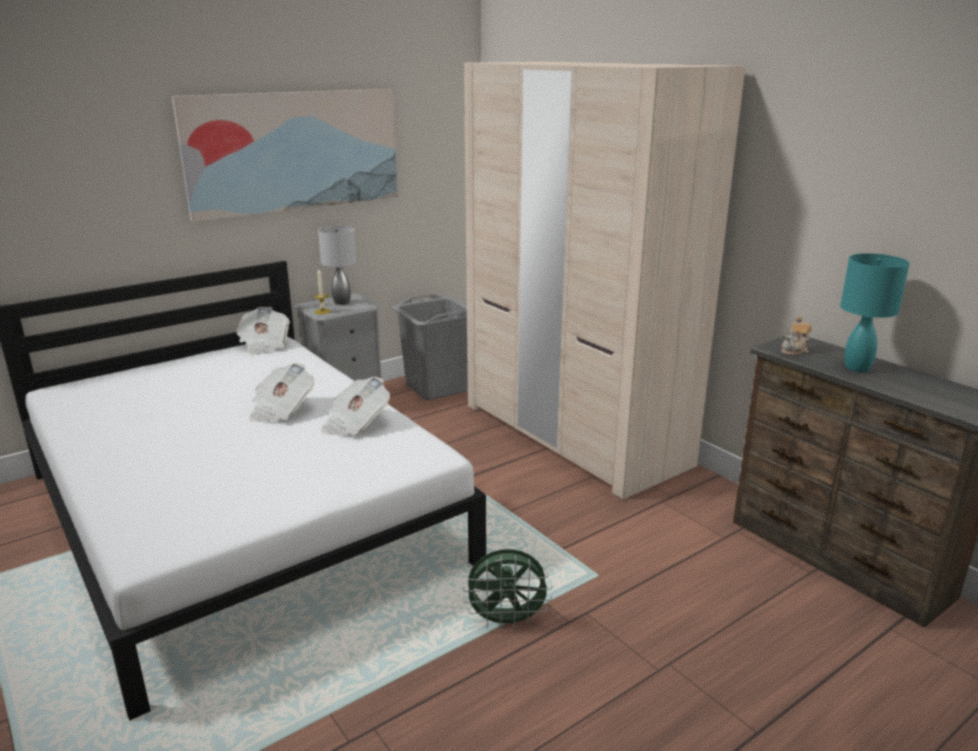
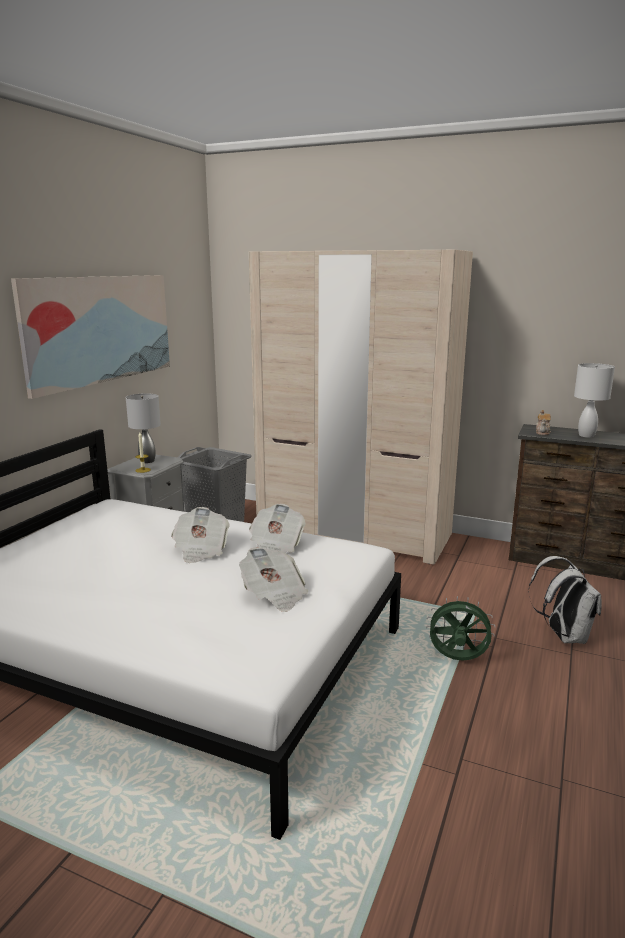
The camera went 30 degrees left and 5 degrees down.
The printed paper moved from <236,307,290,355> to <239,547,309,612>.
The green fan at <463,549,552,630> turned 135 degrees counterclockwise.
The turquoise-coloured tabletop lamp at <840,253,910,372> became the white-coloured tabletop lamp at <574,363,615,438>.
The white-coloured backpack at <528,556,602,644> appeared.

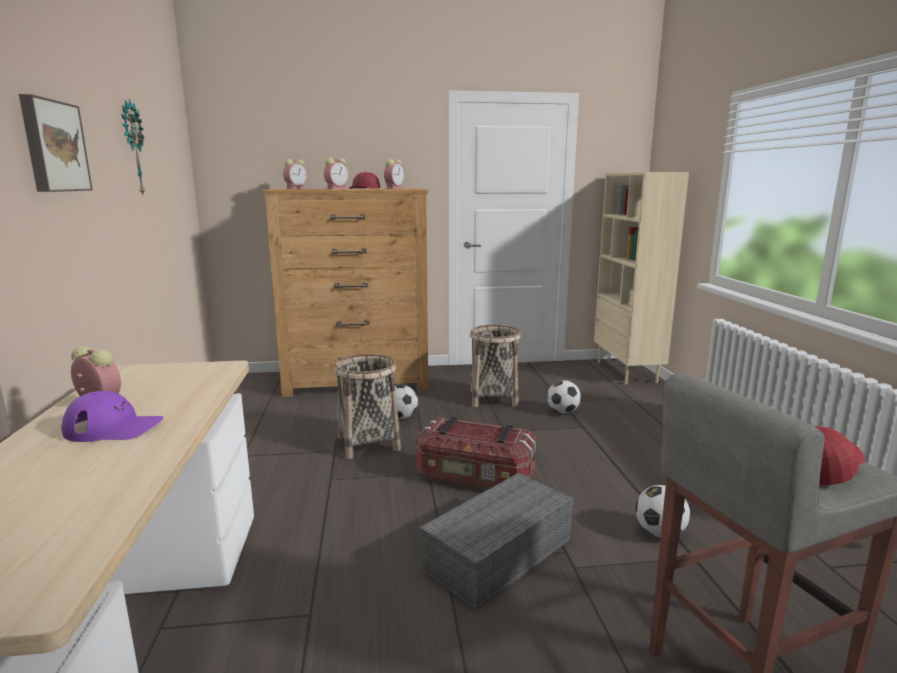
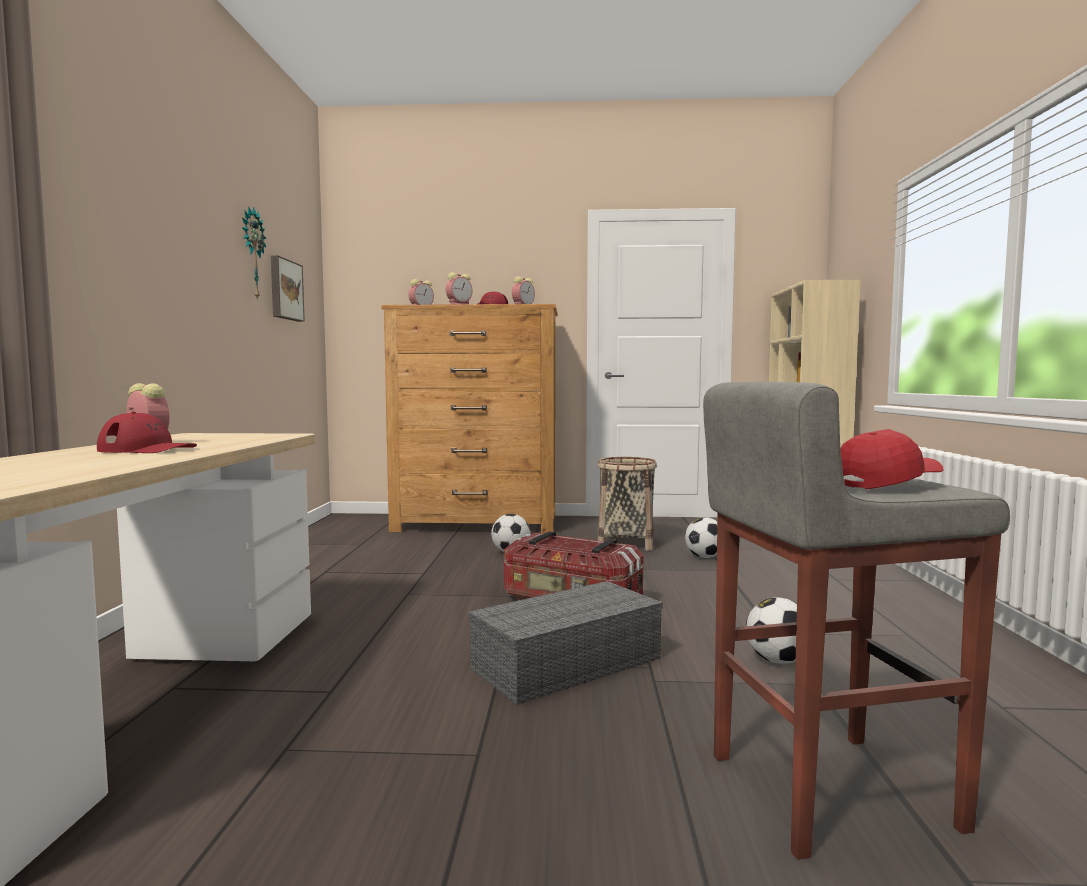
The camera went 10 degrees right and 10 degrees down.
The wall art moved from <19,94,93,192> to <271,255,305,322>.
The purplish baseball cap at <61,391,164,442> became the reddish baseball cap at <97,412,197,453>.
The storage basket at <334,354,401,459> disappeared.

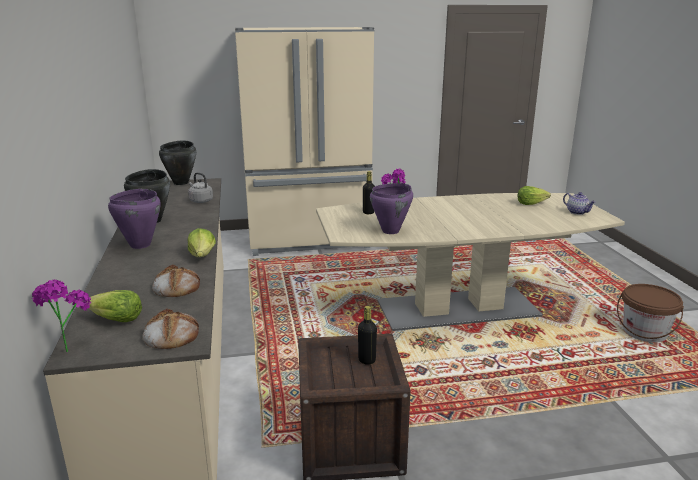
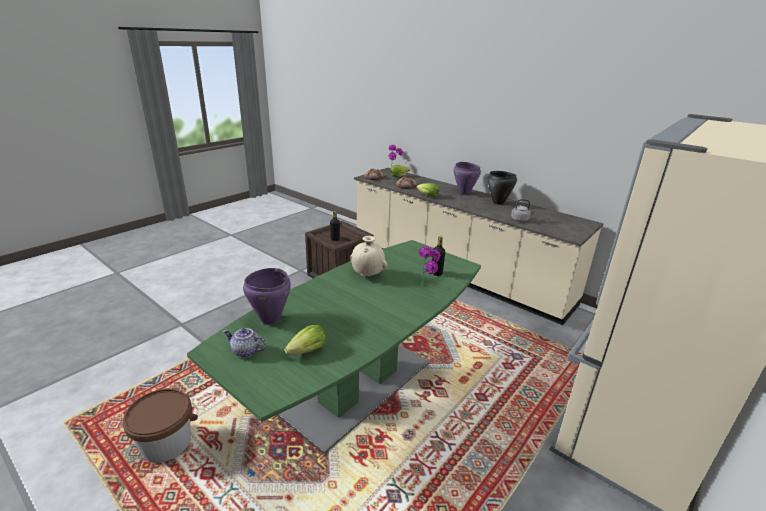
The camera went 140 degrees right and 5 degrees up.
The black-coloured cooking pot at <159,140,196,185> disappeared.
The beige kitchen table at <316,193,625,331> became the green kitchen table at <187,240,481,454>.
The purplish cooking pot moved from <370,183,413,234> to <243,268,291,325>.
The beige decorative vase at <350,236,387,276> appeared.

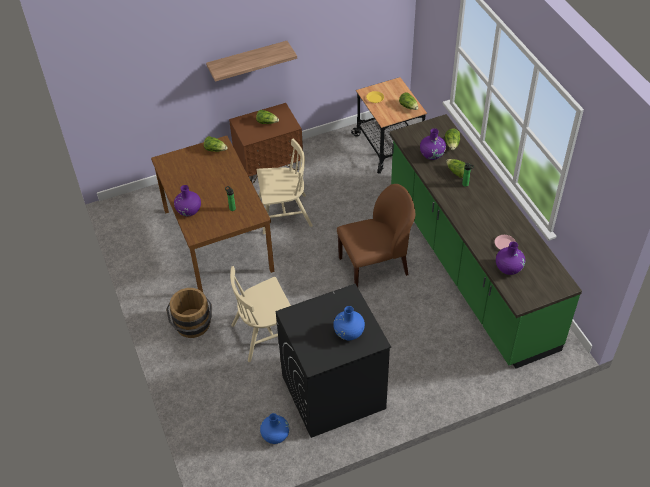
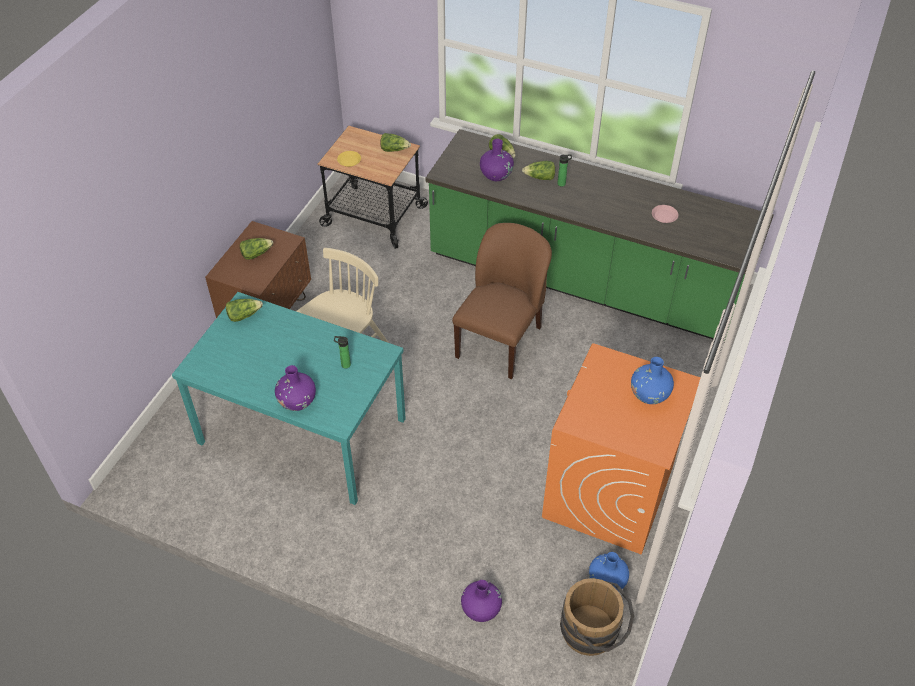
The camera went 45 degrees left and 0 degrees up.
The brown kitchen table at <151,136,274,292> became the turquoise-coloured kitchen table at <172,292,406,505>.
The brown pail moved from <166,288,212,338> to <560,578,634,656>.
The shelf at <206,41,297,82> disappeared.
The beige plain chair at <230,266,291,362> disappeared.
The black-coloured laundry machine at <276,284,391,438> became the orange-coloured laundry machine at <542,343,701,555>.
The purplish decorative vase moved from <496,242,525,275> to <461,580,502,622>.

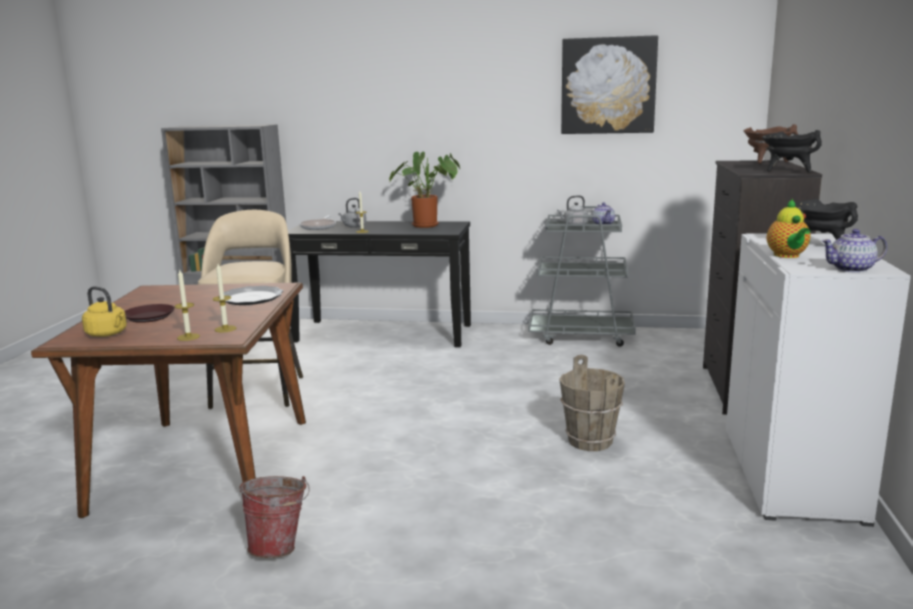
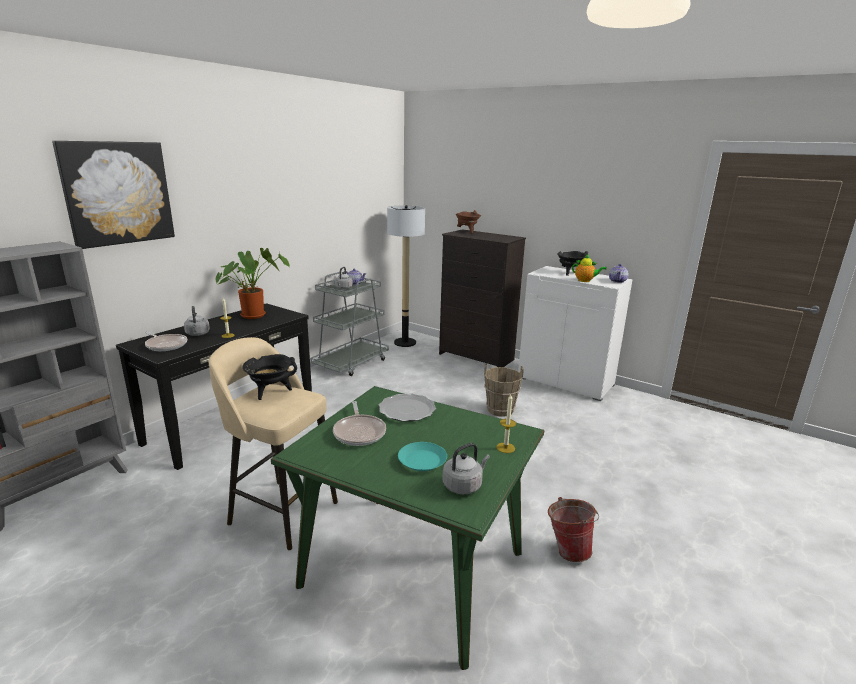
The camera went 65 degrees left and 5 degrees up.
The brown kitchen table at <31,283,306,518> became the green kitchen table at <271,386,544,670>.
The yellow water kettle at <82,286,127,337> became the gray water kettle at <442,443,490,494>.
The brown flat dish at <125,304,175,323> became the turquoise-coloured flat dish at <398,442,447,471>.
The candle at <213,264,236,332> disappeared.
The wall art moved from <561,35,658,134> to <52,141,175,249>.
The black-coloured cooking pot moved from <762,130,822,173> to <243,354,297,400>.
The frying pan at <333,401,386,446> appeared.
The floor lamp at <387,205,425,347> appeared.

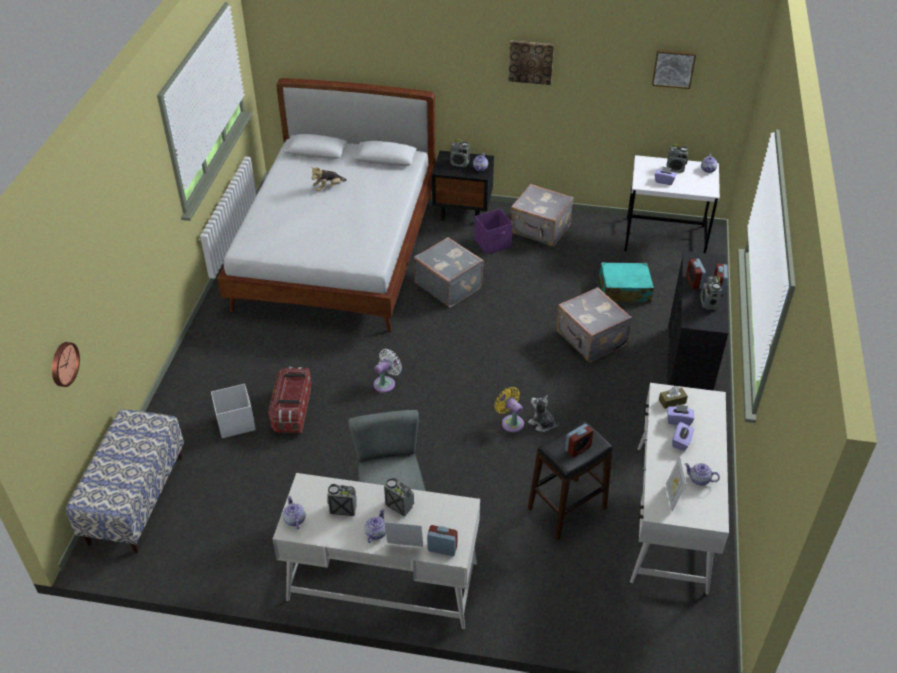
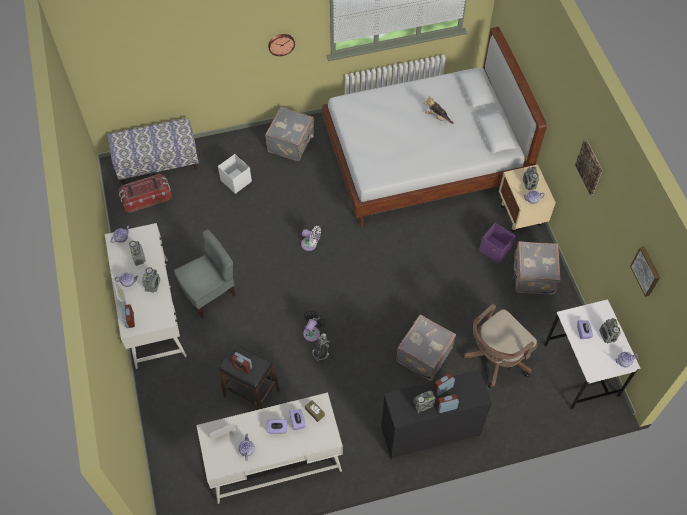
The camera went 65 degrees right and 15 degrees up.
The wall clock moved from <52,342,80,387> to <268,34,295,56>.
The storage box moved from <268,367,311,433> to <119,174,172,212>.
The gray suitcase moved from <414,237,484,308> to <265,107,314,161>.
The black-coloured bedside table at <432,151,494,221> became the beige bedside table at <499,165,556,232>.
The yellow fan at <495,387,524,433> became the black-coloured fan at <303,311,325,342>.
The turquoise-coloured suitcase at <597,262,654,302> was replaced by the brown office chair at <463,304,538,388>.

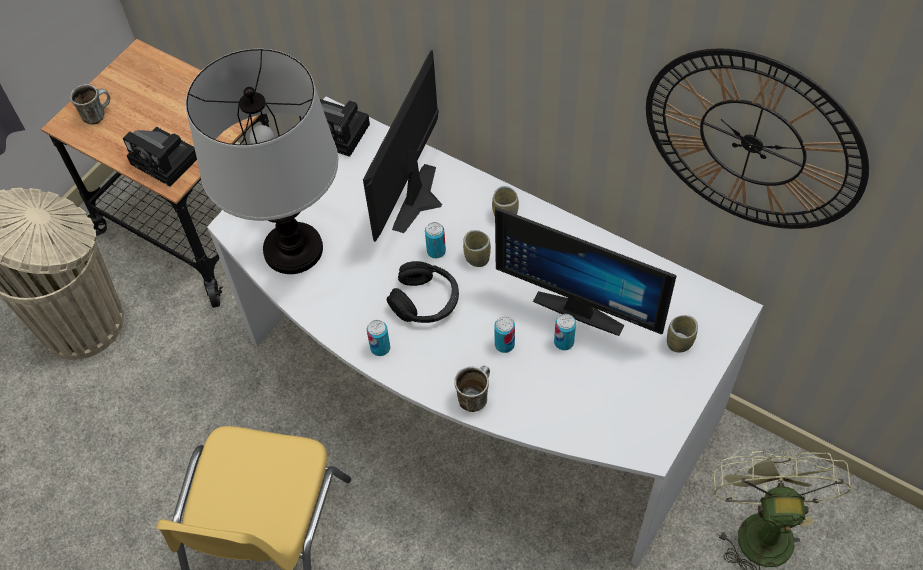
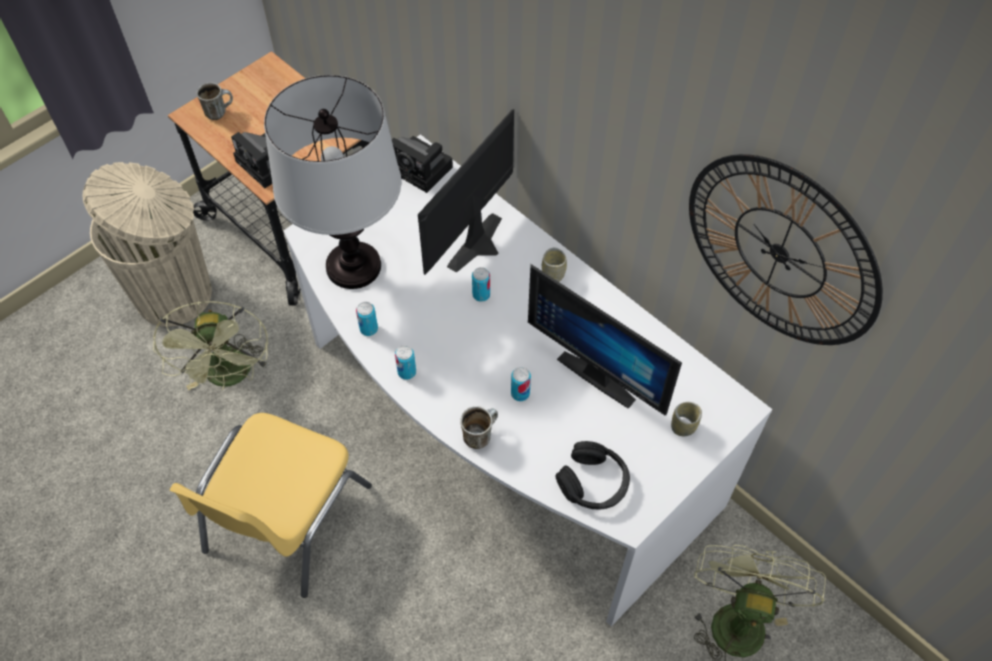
The camera went 10 degrees right and 0 degrees up.
The black-coloured headphones moved from <387,261,459,323> to <555,441,630,509>.
The cup at <463,230,491,267> disappeared.
The can moved from <554,314,576,350> to <356,302,378,336>.
The green fan at <153,301,269,390> appeared.

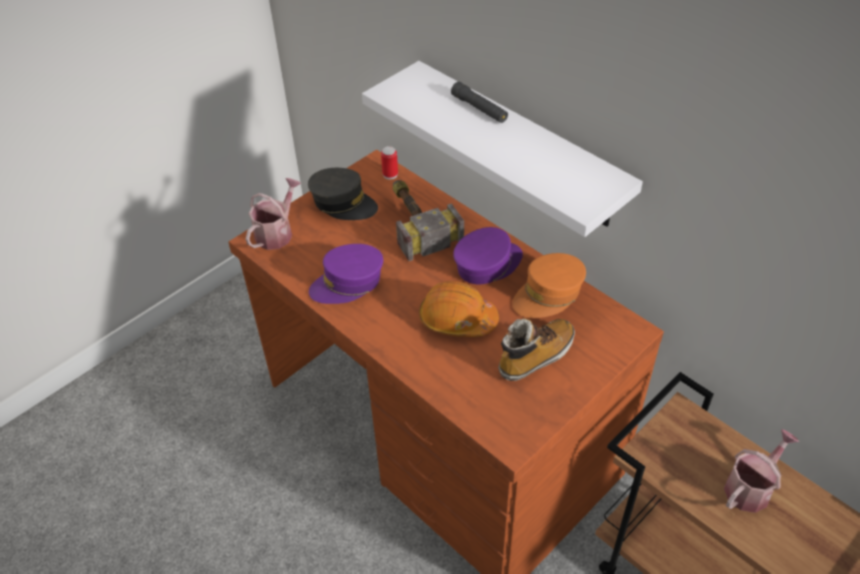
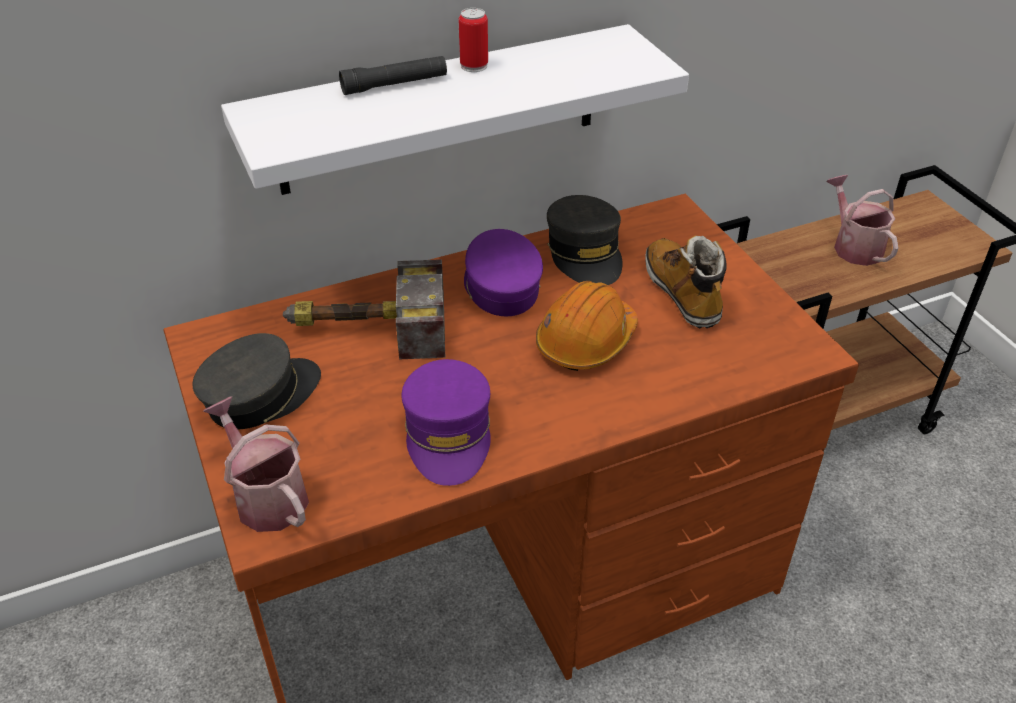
The camera went 70 degrees left and 5 degrees down.
The can moved from <381,146,398,179> to <459,8,488,72>.
The orange-coloured baseball cap at <512,253,586,318> became the gray baseball cap at <547,195,622,285>.

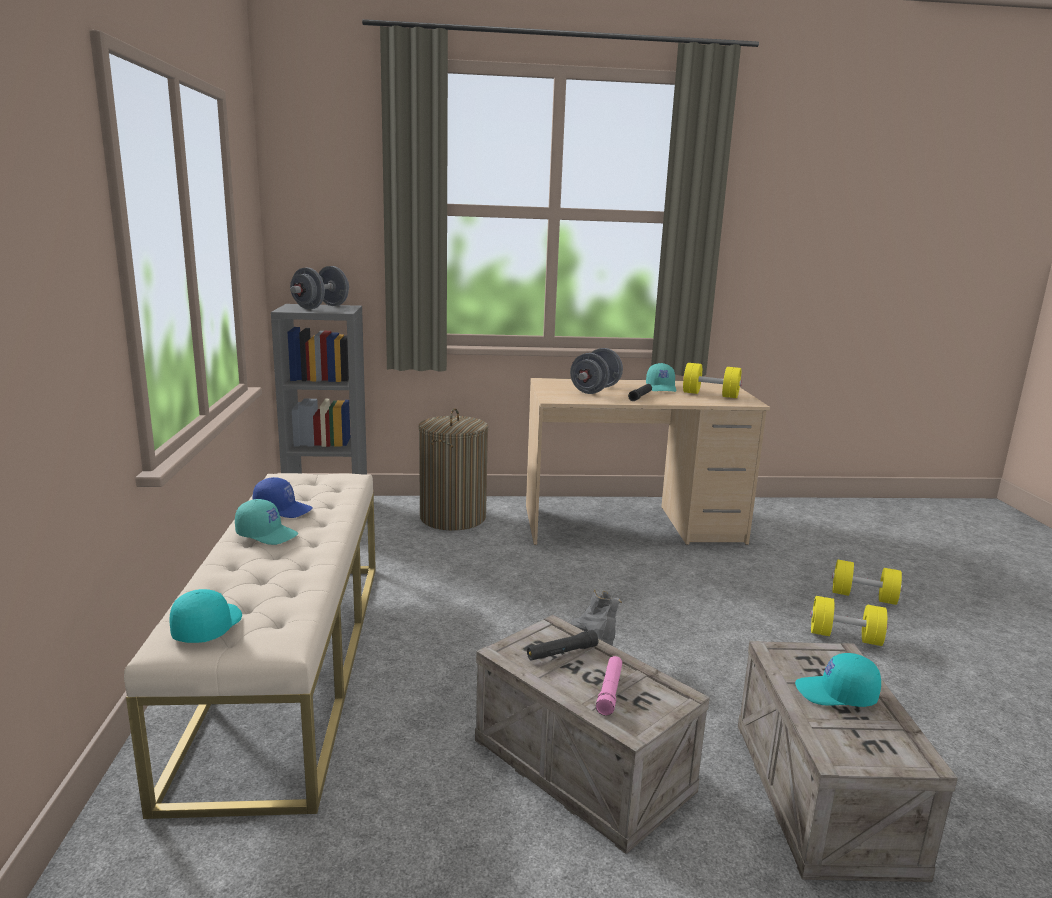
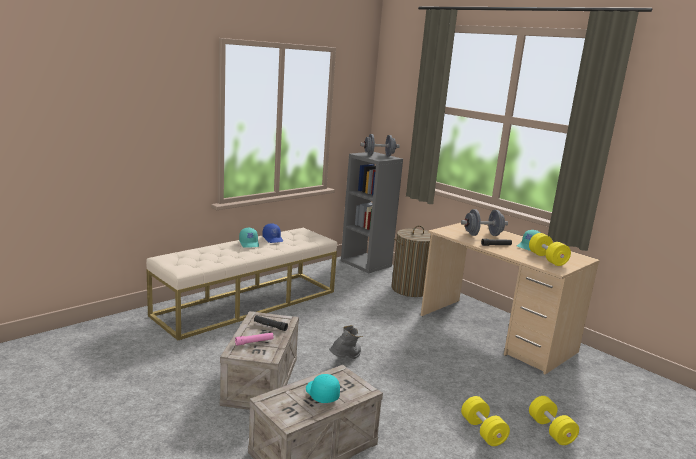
The camera went 50 degrees right and 0 degrees up.
The turquoise-coloured baseball cap at <169,589,242,643> disappeared.

